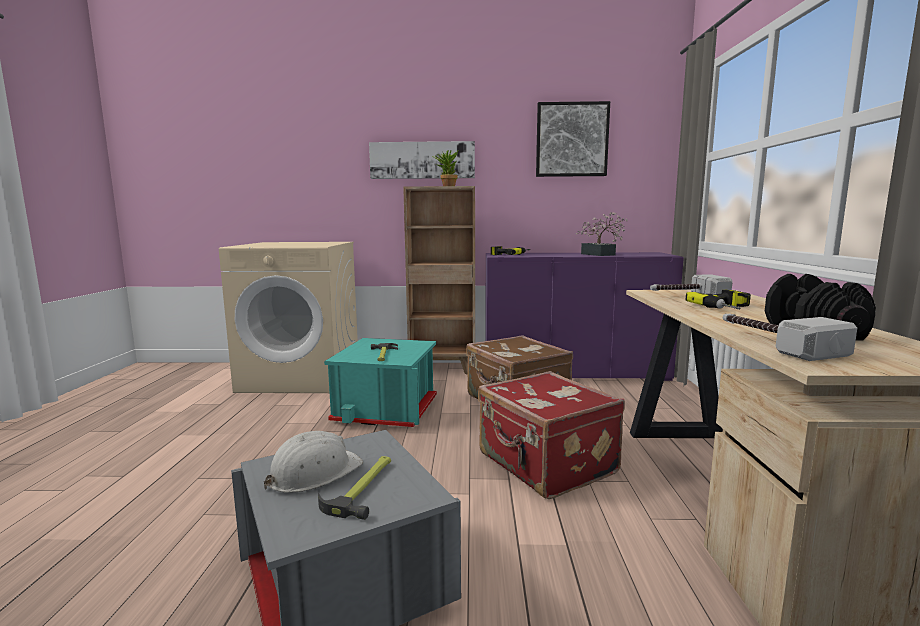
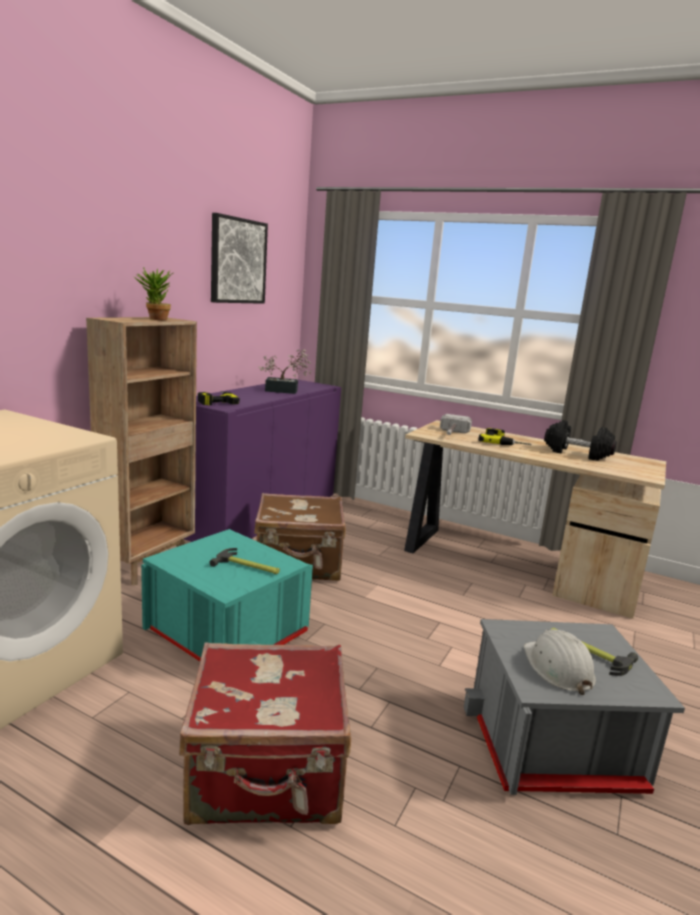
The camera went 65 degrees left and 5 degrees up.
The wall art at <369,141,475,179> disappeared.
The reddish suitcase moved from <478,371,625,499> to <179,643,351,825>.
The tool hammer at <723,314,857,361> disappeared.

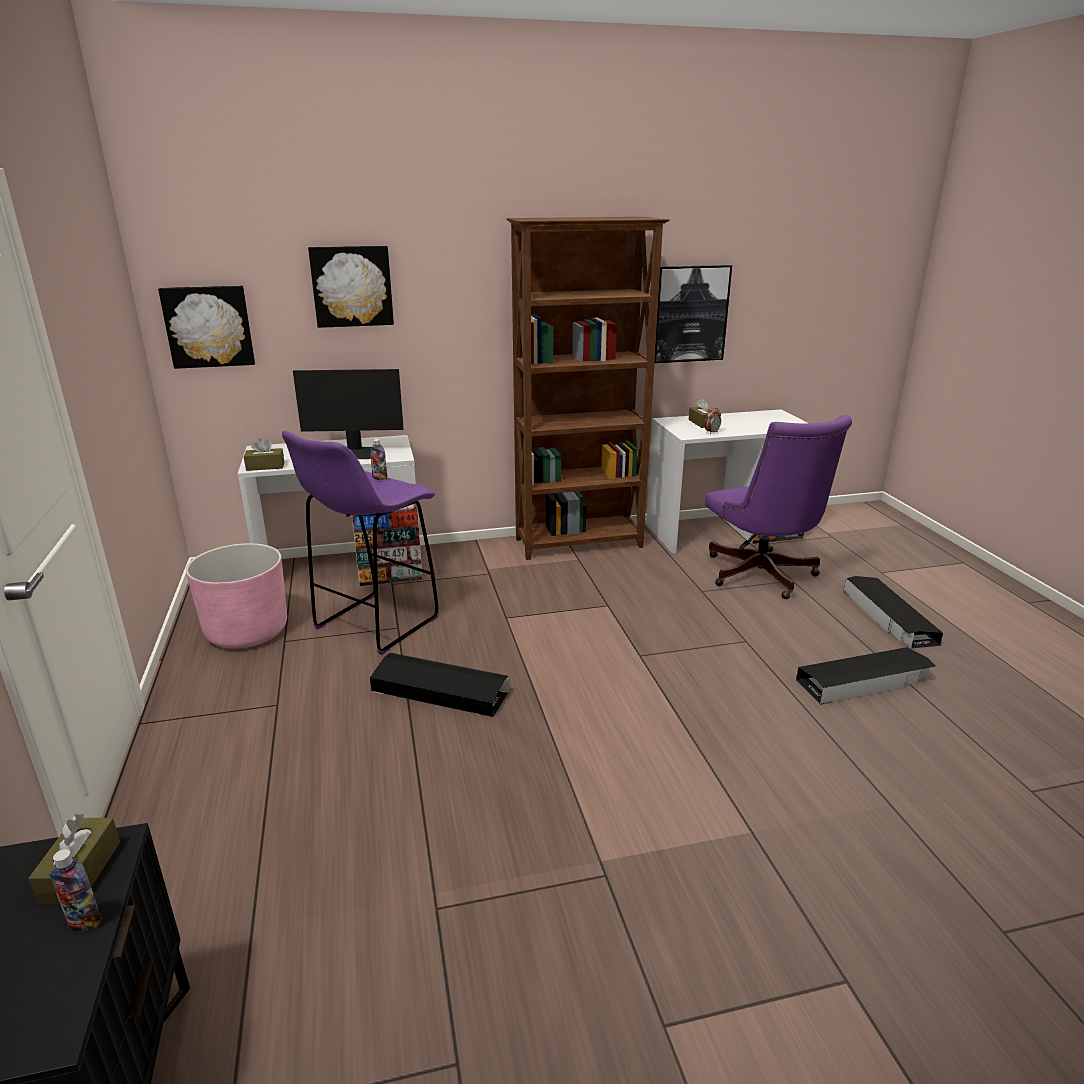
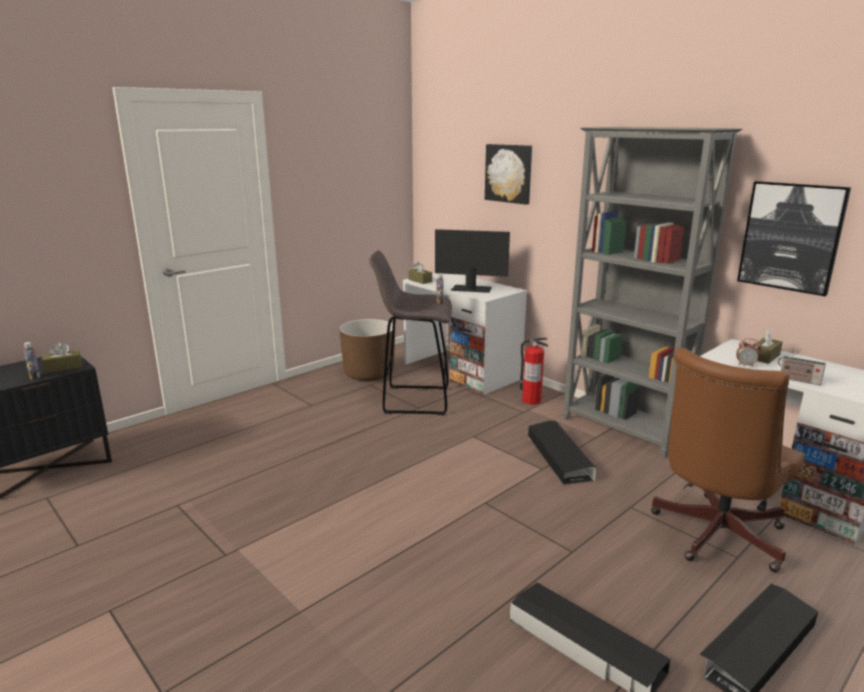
The camera went 60 degrees right and 5 degrees down.
The wall art at <158,286,255,369> disappeared.
The pink flower pot at <186,543,287,649> became the brown flower pot at <339,319,395,381>.
The purplish stool seat at <282,431,439,655> became the gray stool seat at <369,250,452,415>.
The computer display at <293,369,404,459> turned 135 degrees clockwise.
The black-coloured storage box moved from <370,653,509,717> to <528,421,596,484>.
The brown bookcase at <506,217,670,560> became the gray bookcase at <563,127,743,458>.
The purplish office chair at <705,415,852,599> became the brown office chair at <651,347,804,573>.
The fire extinguisher at <520,338,548,405> appeared.
The radio receiver at <778,348,826,386> appeared.

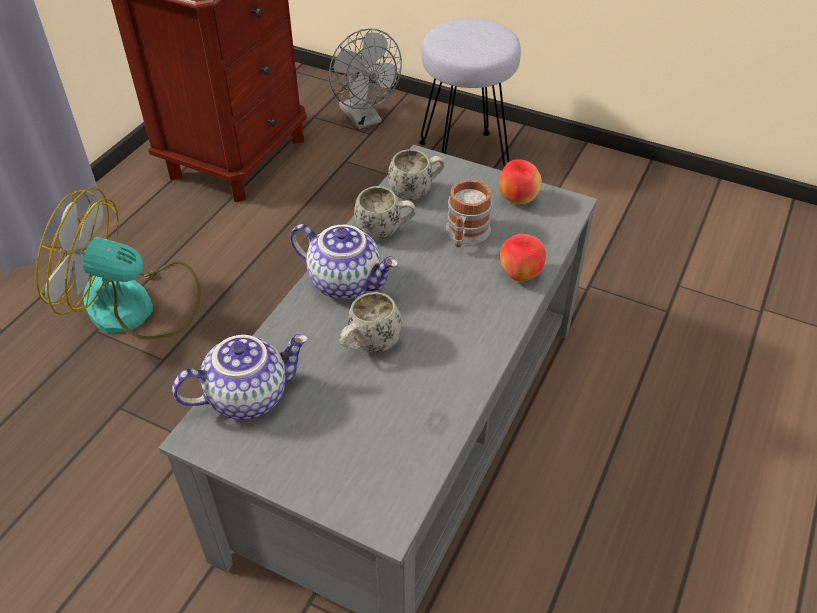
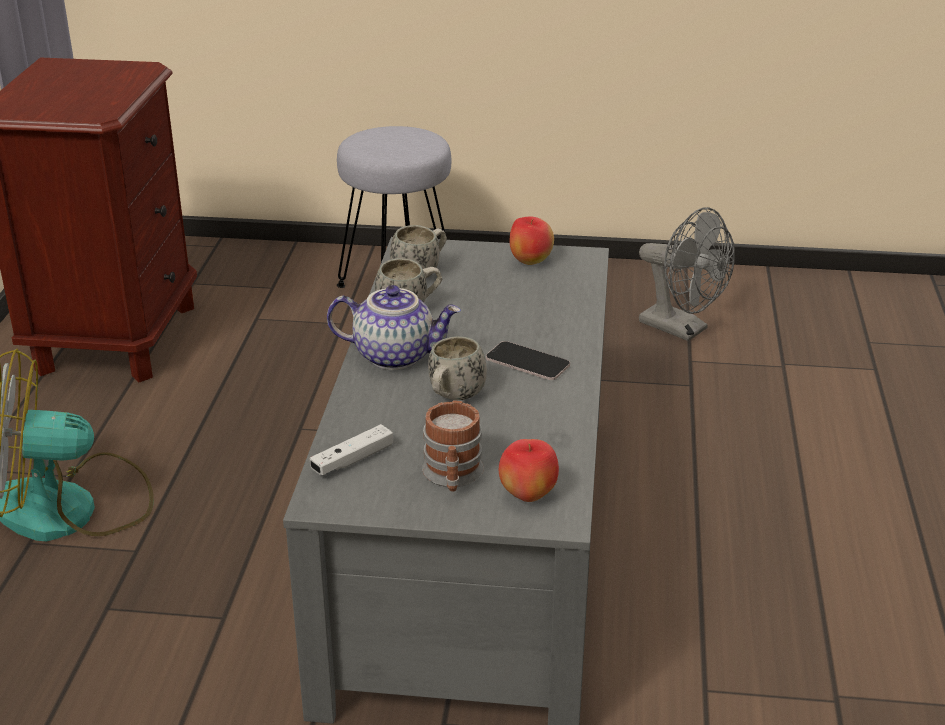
The camera went 20 degrees left and 15 degrees down.
The teapot at <172,334,309,420> was replaced by the white-coloured game controller at <310,424,393,475>.
The gray fan moved from <329,28,402,129> to <639,207,735,341>.
The coffee mug moved from <446,180,492,248> to <422,400,484,492>.
The apple moved from <500,234,546,282> to <499,439,559,502>.
The handset at <486,341,570,380> appeared.

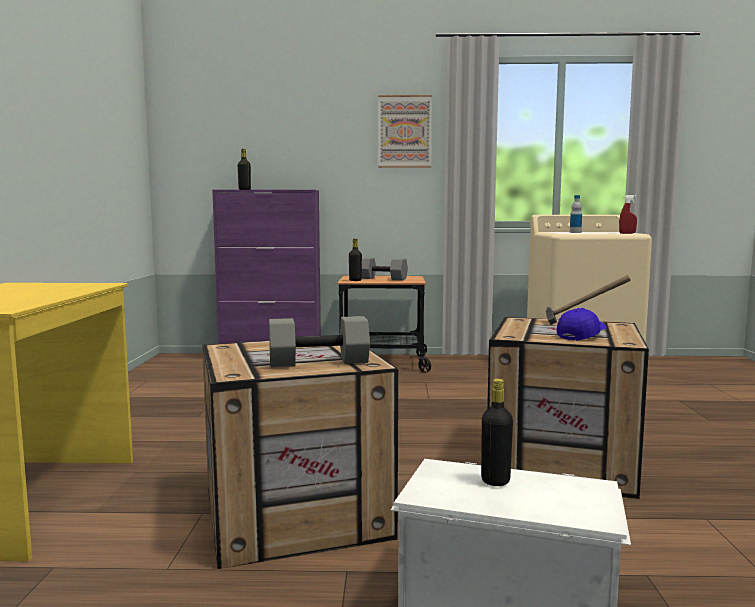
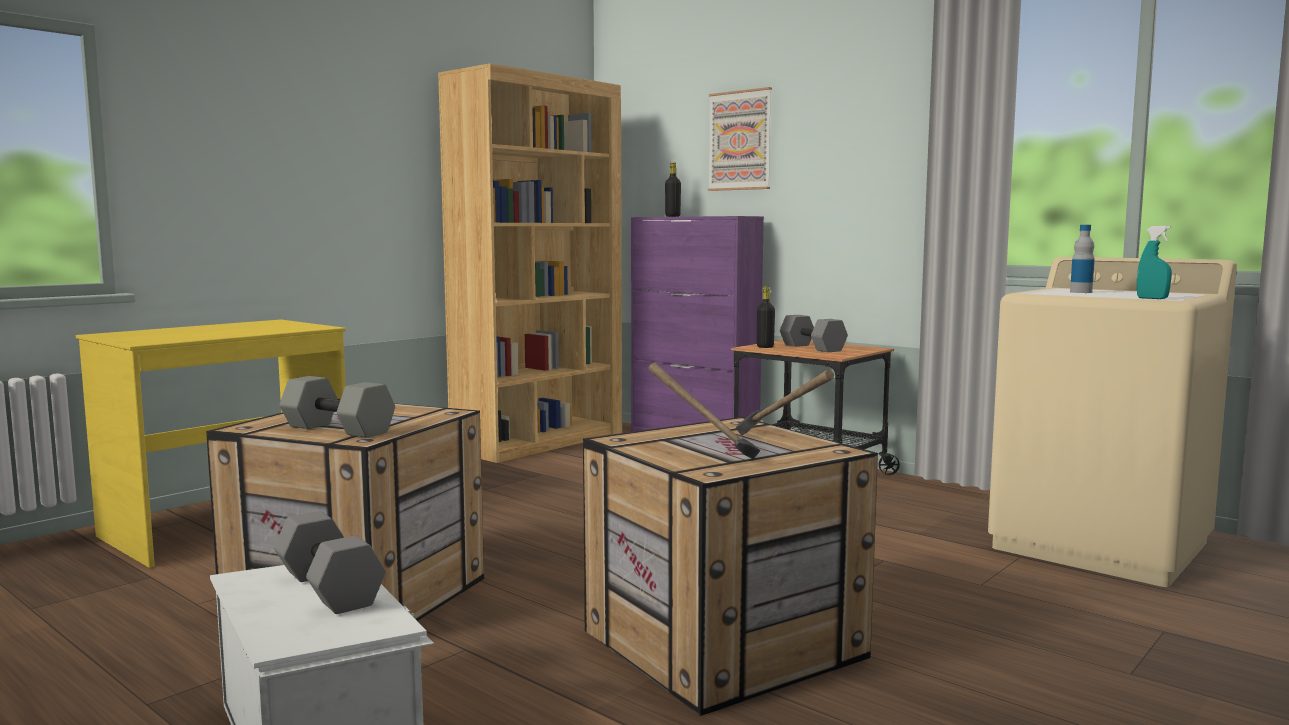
The camera went 40 degrees right and 0 degrees up.
The wall art moved from <378,95,432,168> to <708,87,772,191>.
The black-coloured beverage bottle at <481,379,513,486> was replaced by the gray free weight at <274,511,386,614>.
The bluish baseball cap at <557,308,607,341> was replaced by the tool hammer at <648,363,760,459>.
The reddish sprayer at <619,195,637,234> became the turquoise-coloured sprayer at <1137,226,1172,299>.
The brown bookcase at <438,63,622,463> appeared.

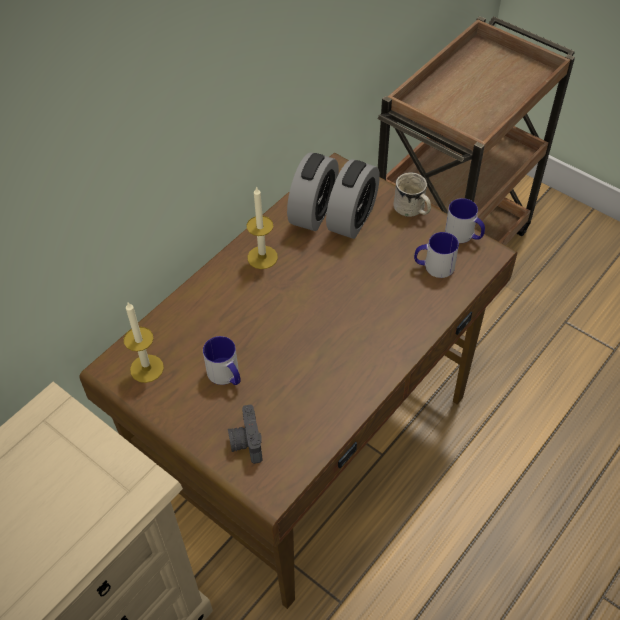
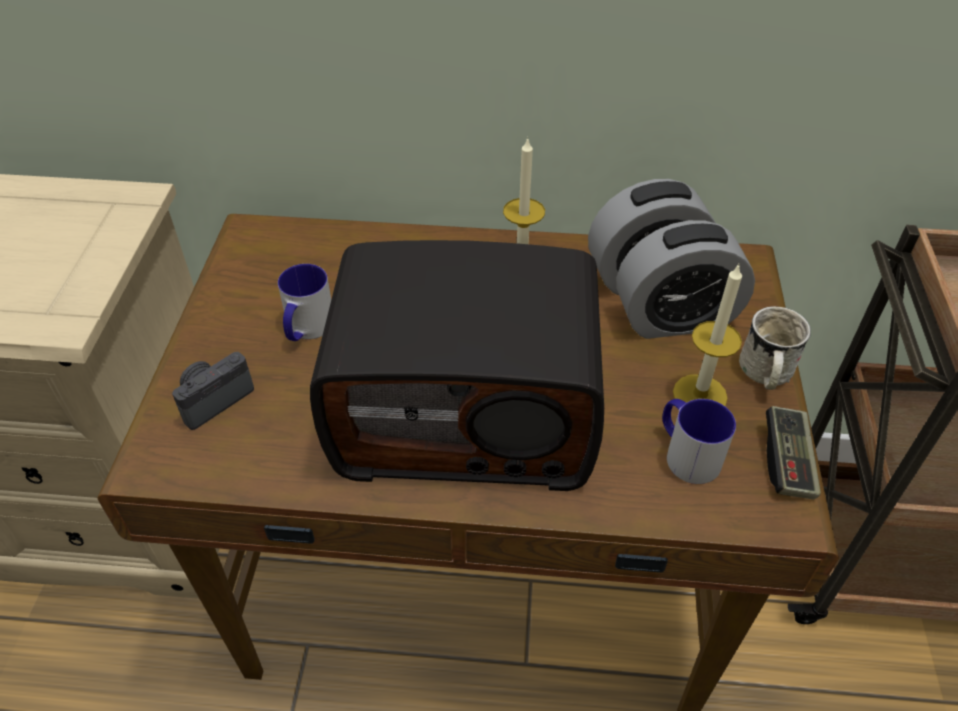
The camera went 55 degrees right and 5 degrees down.
The candle moved from <124,302,164,383> to <673,263,742,407>.
The coffee mug at <445,198,485,243> was replaced by the game controller at <766,406,821,500>.
The radio receiver at <310,240,604,491> appeared.

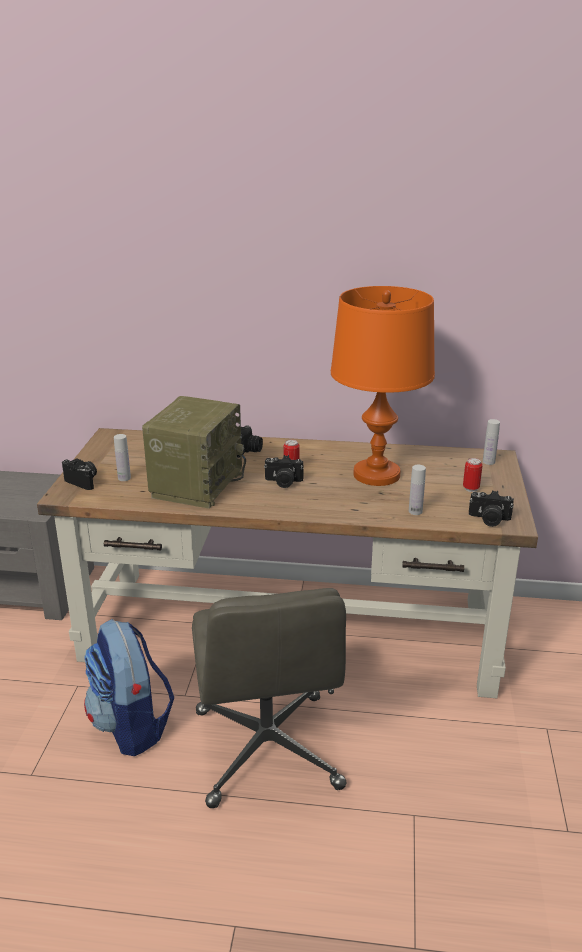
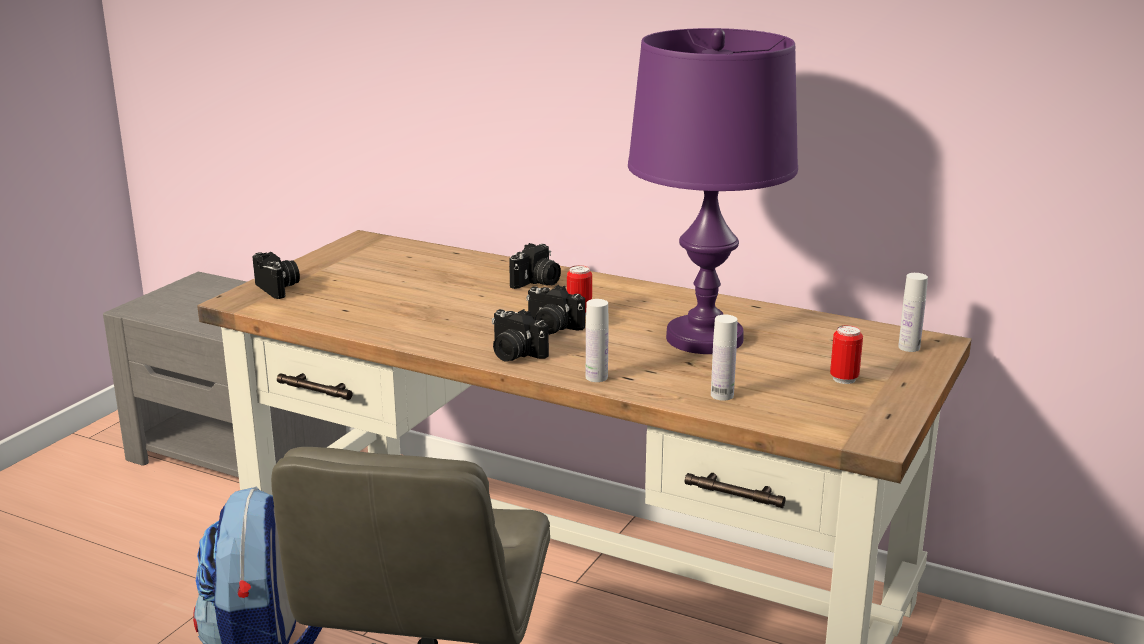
The camera went 20 degrees right and 5 degrees down.
The white-coloured beverage bottle moved from <114,434,131,481> to <586,299,609,382>.
The radio receiver at <142,396,246,509> disappeared.
The orange-coloured tabletop lamp at <331,286,435,486> became the purplish tabletop lamp at <628,28,798,354>.
The photo camera moved from <469,490,514,527> to <492,309,549,361>.

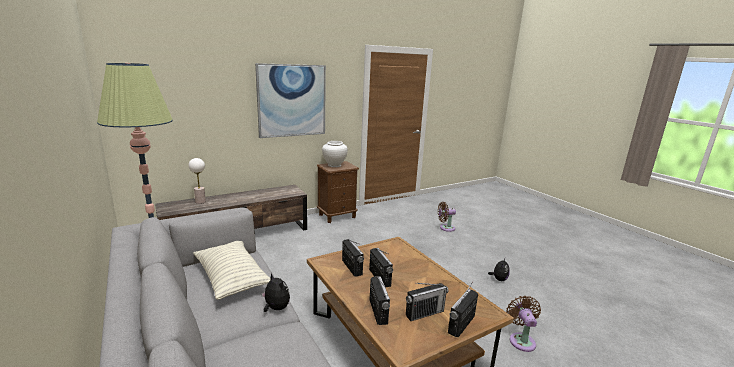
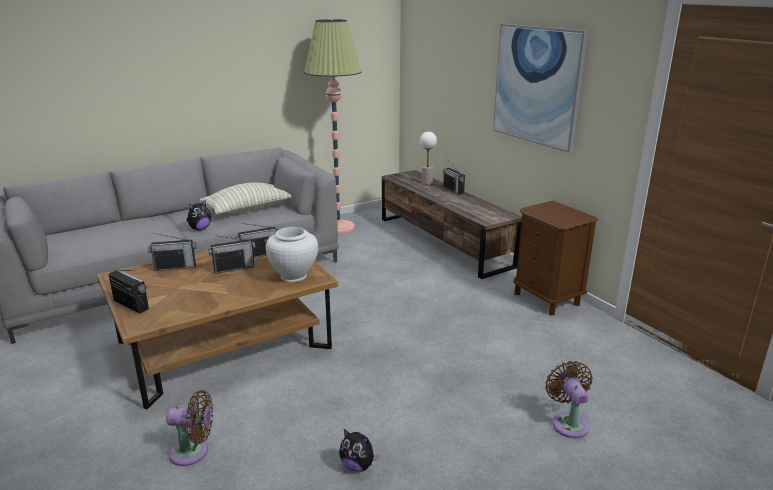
The camera went 90 degrees right and 5 degrees up.
The white-coloured decorative vase moved from <322,141,348,167> to <266,227,318,282>.
The radio receiver moved from <406,283,449,321> to <443,162,465,195>.

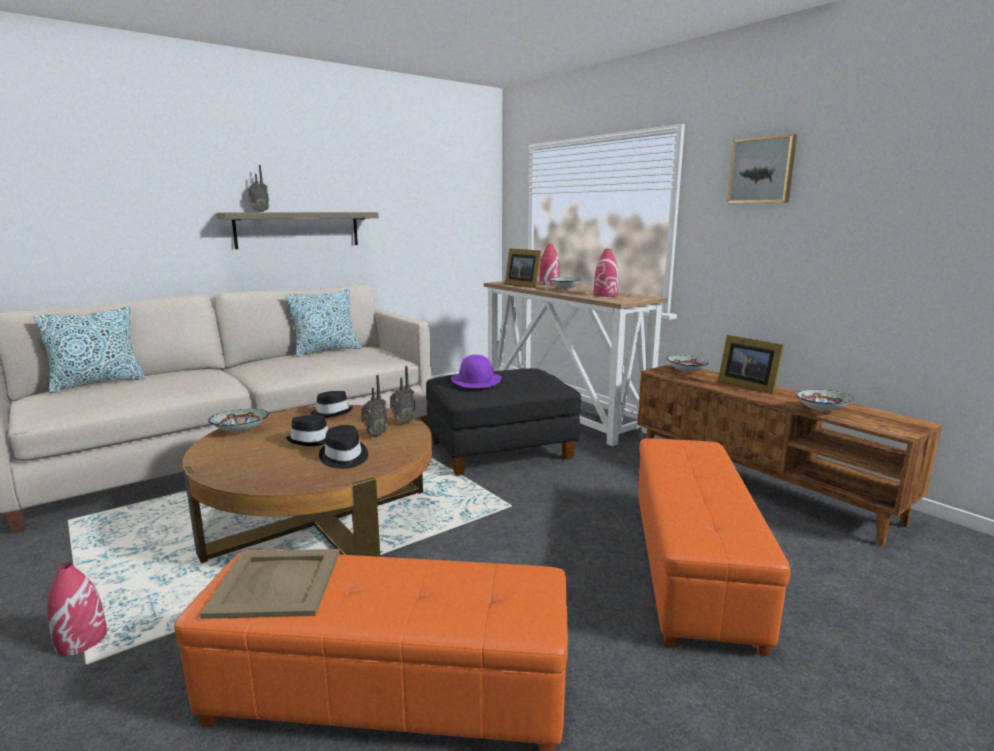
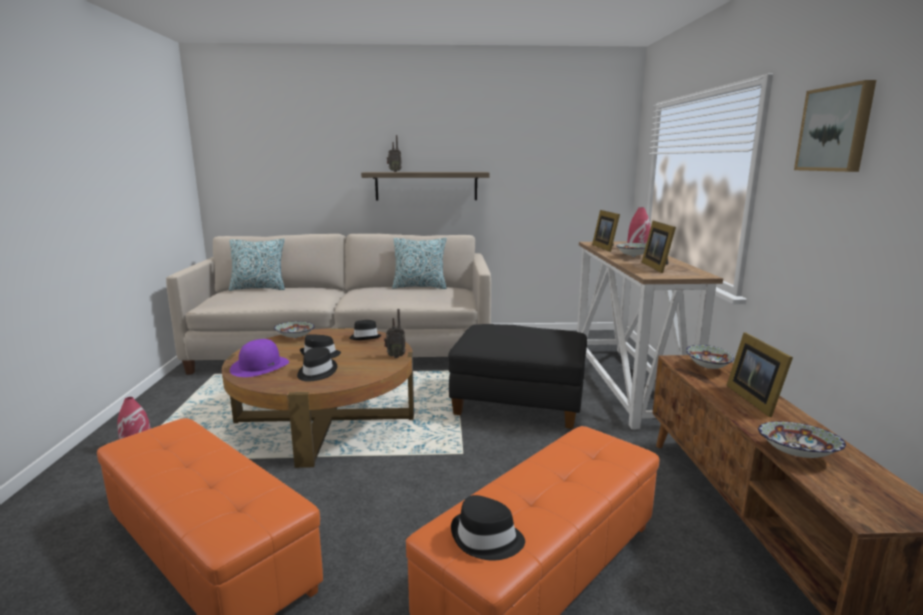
The camera went 35 degrees right and 0 degrees up.
The beige serving tray at <200,549,340,619> disappeared.
The radio receiver at <361,375,388,437> disappeared.
The purplish hat moved from <451,355,502,388> to <230,339,289,377>.
The reddish decorative vase at <594,249,618,297> was replaced by the photo frame at <642,221,676,273>.
The black-coloured hat at <451,495,525,560> appeared.

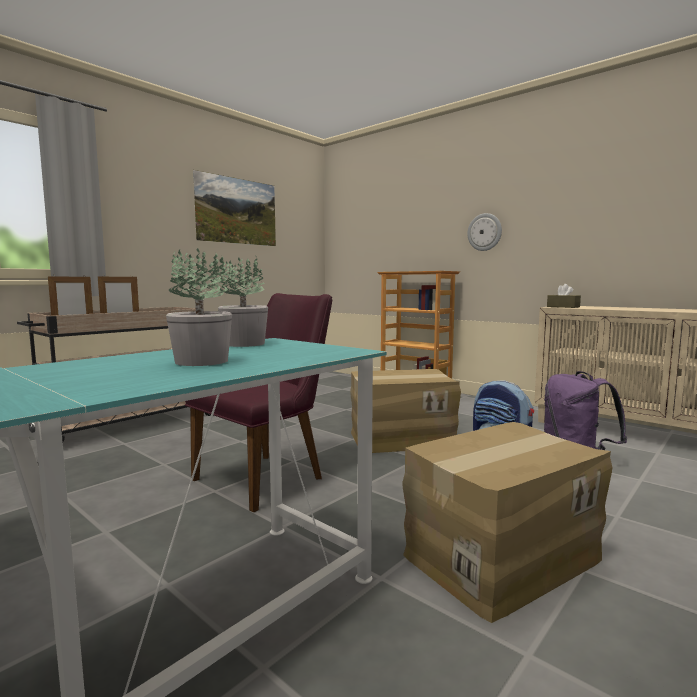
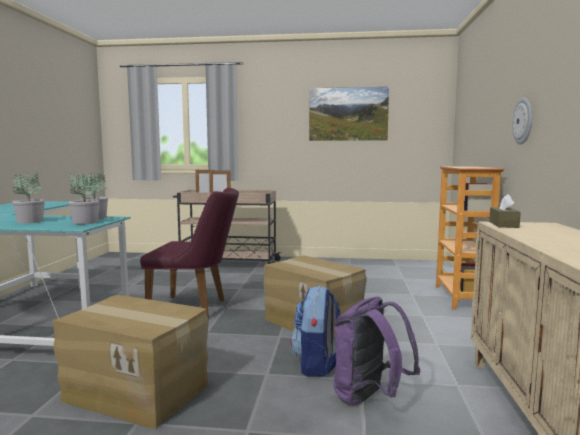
The camera went 55 degrees right and 0 degrees up.
The houseplant at <69,173,99,224> appeared.

